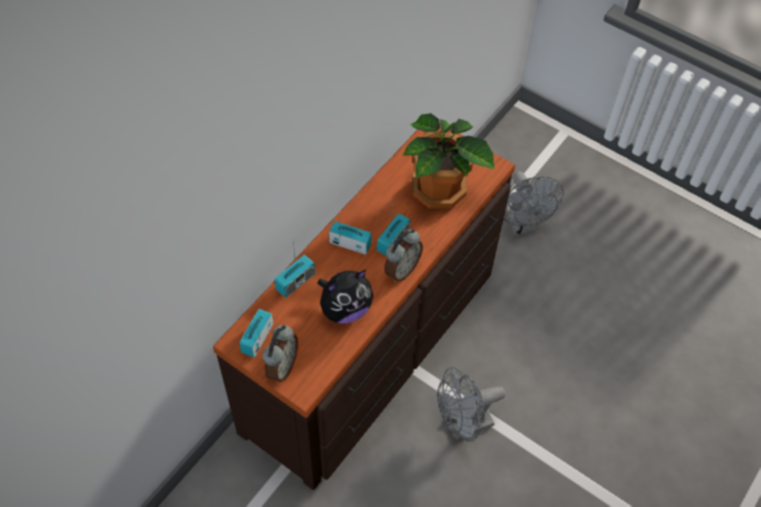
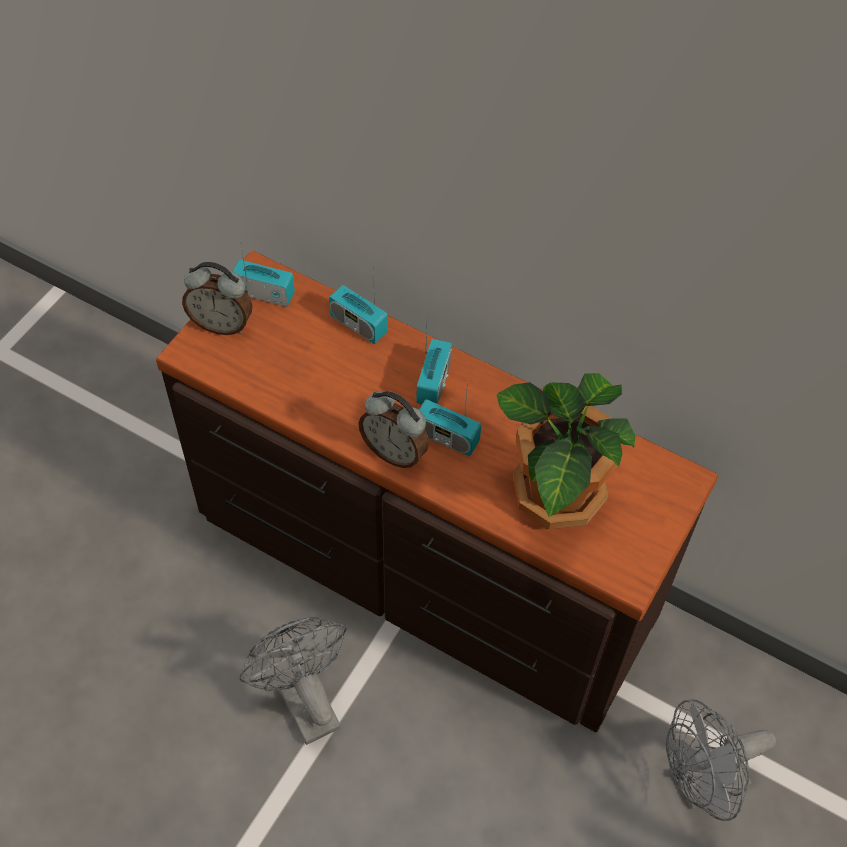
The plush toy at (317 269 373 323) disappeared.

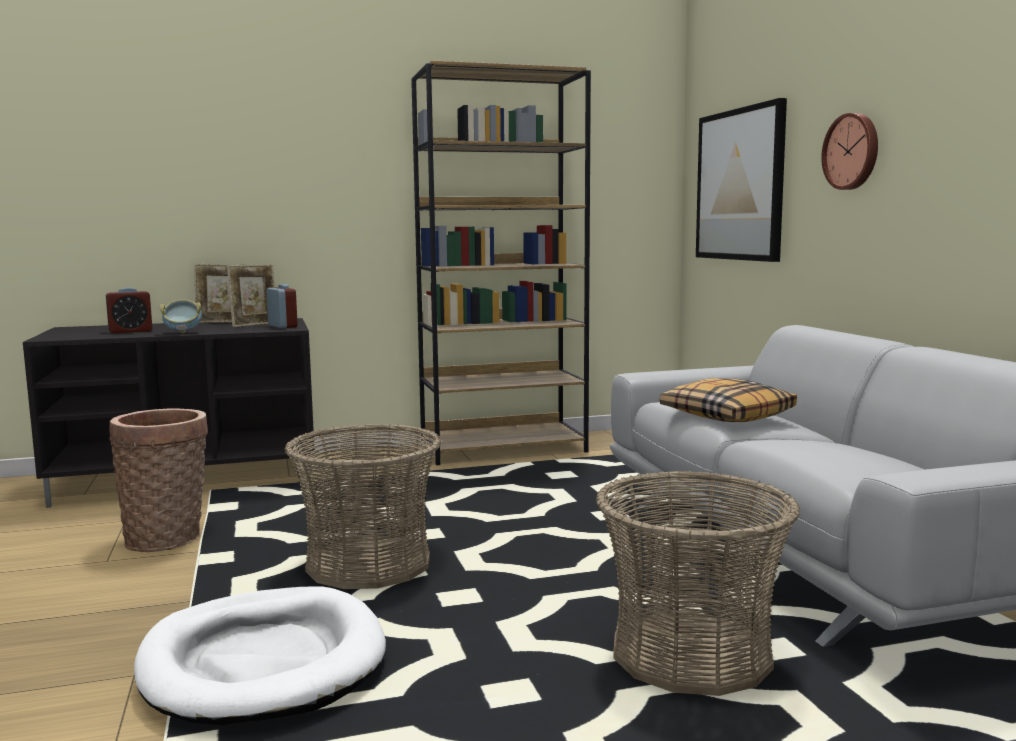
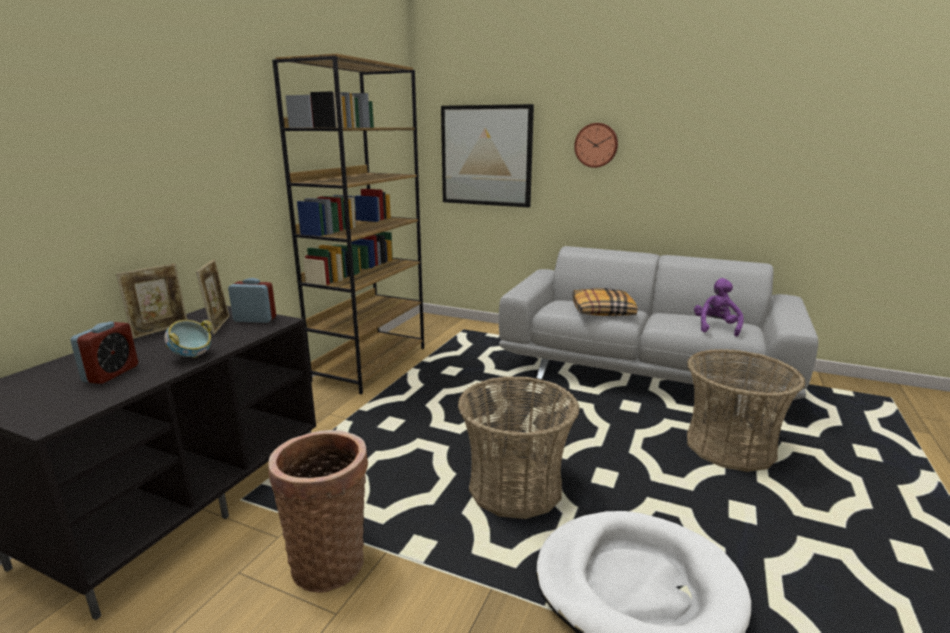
The plush toy/purple at (694 278 744 337) appeared.

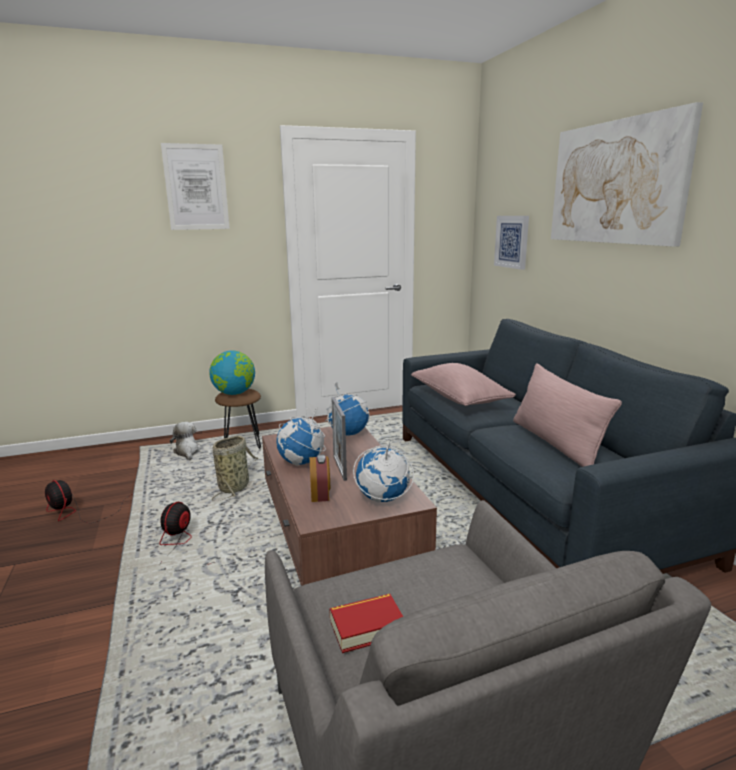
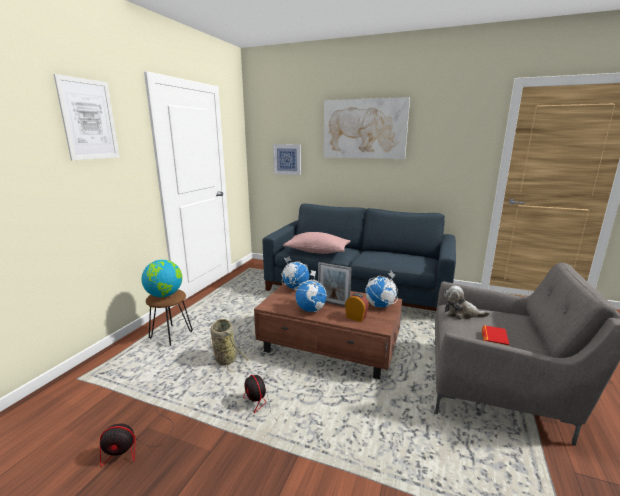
The plush toy moved from (170 422 202 460) to (444 285 490 319).
The pillow/pink at (513 363 622 467) disappeared.

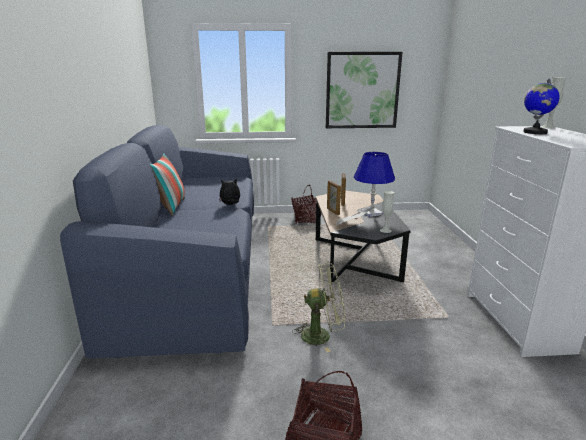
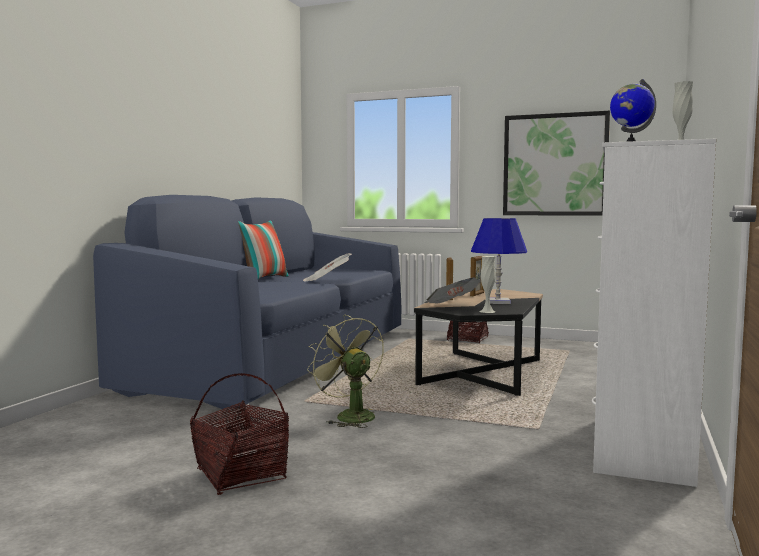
The plush toy at (219 178 240 205) was replaced by the newspaper at (303 253 352 281).
The fan/green at (292 263 345 353) turned 150 degrees counterclockwise.

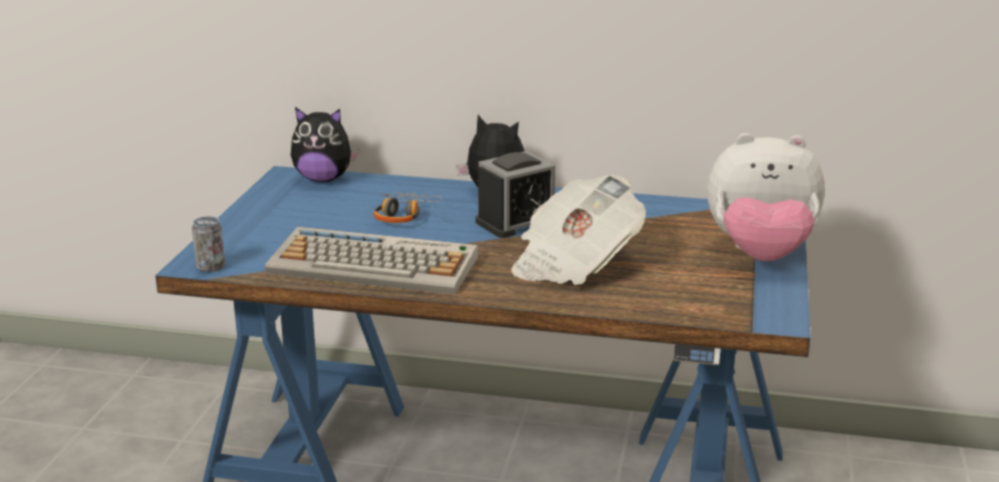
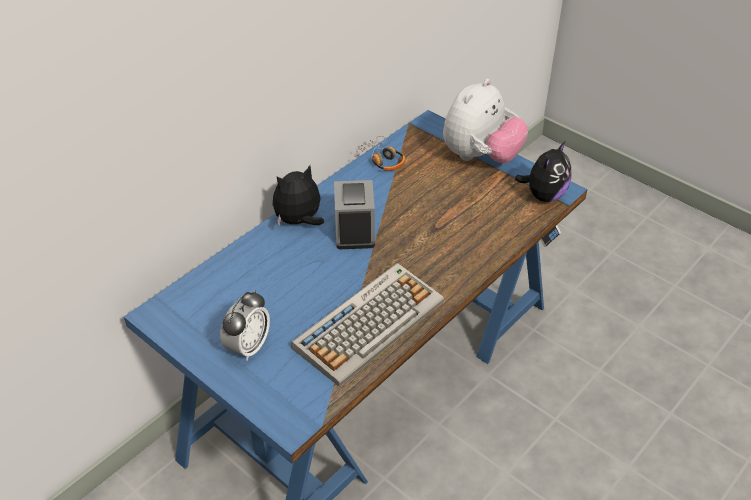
The alarm clock at (220 291 270 361) appeared.
The headphones moved from (373 192 442 223) to (355 136 405 171).
The plush toy moved from (291 107 360 182) to (515 141 571 202).
The can at (192 216 225 272) disappeared.
The newspaper at (511 175 646 285) disappeared.

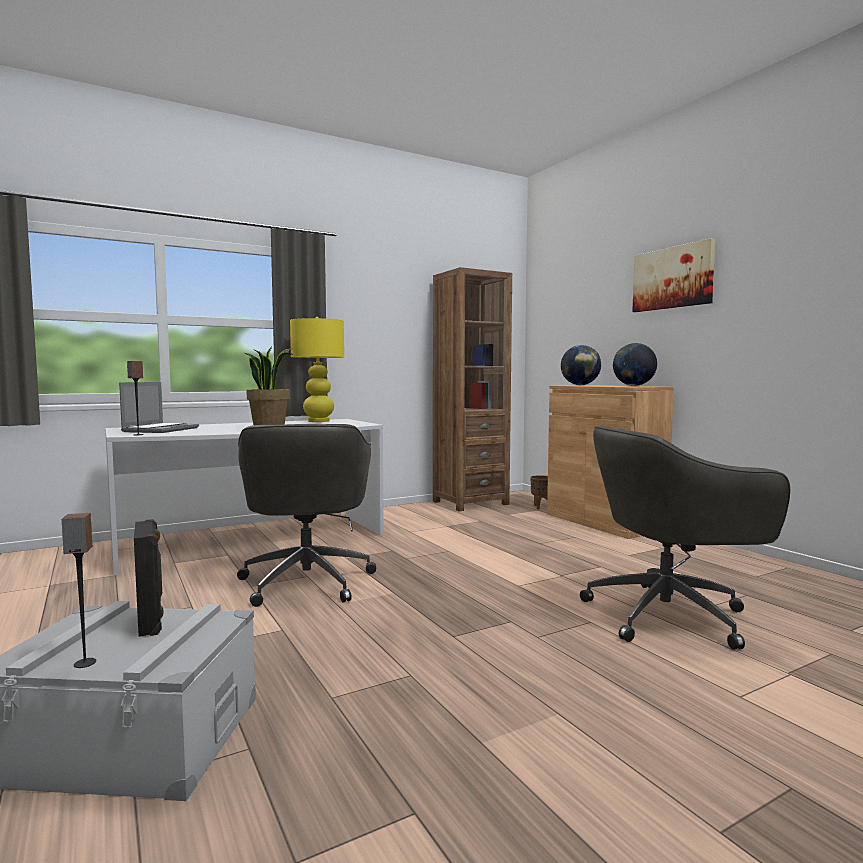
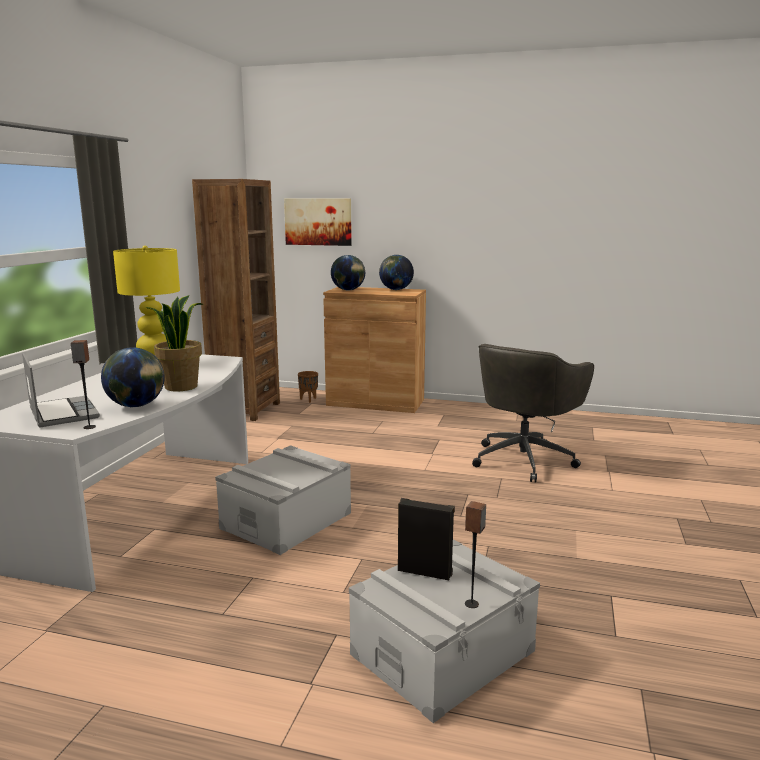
The globe at (101 347 165 407) appeared.
The office chair/grey at (237 424 376 607) was replaced by the storage box/grey at (215 445 351 555).
The picture moved from (632 238 715 312) to (284 198 352 246).

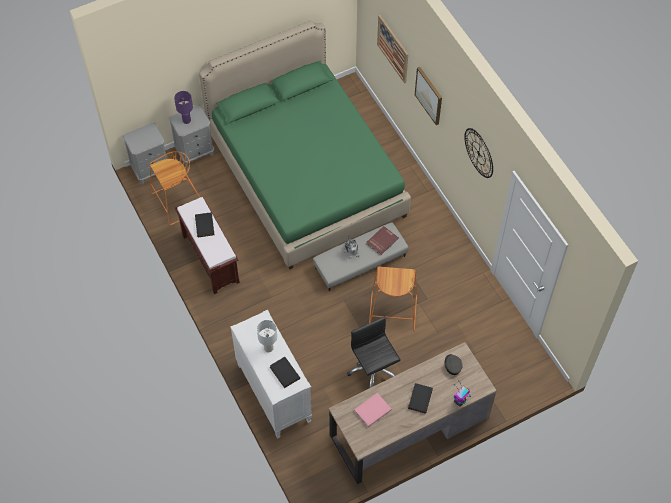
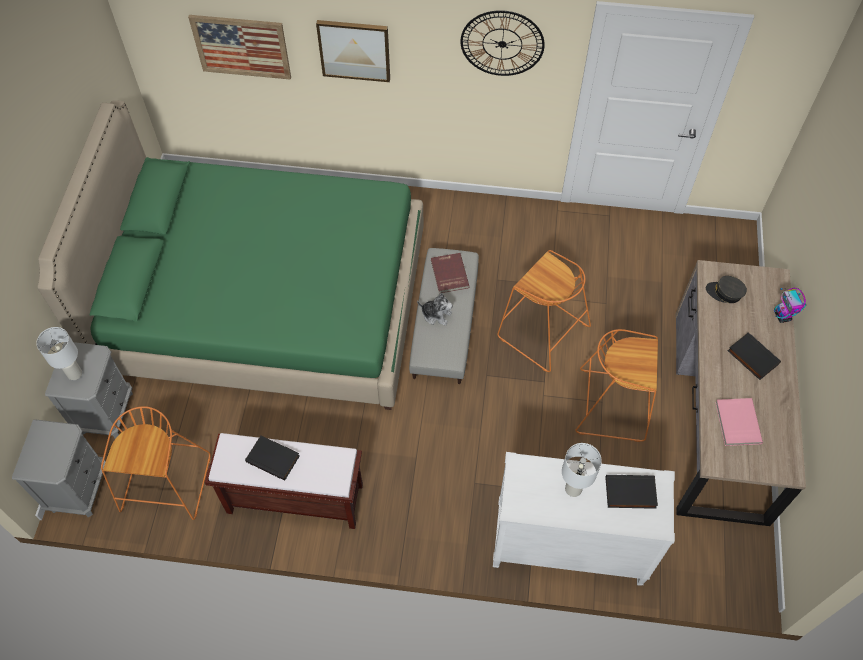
The table lamp/purple at (174 91 193 124) became the table lamp/white at (36 327 82 380).
The office chair/black at (347 317 401 388) was replaced by the stool/orange at (575 329 658 442).

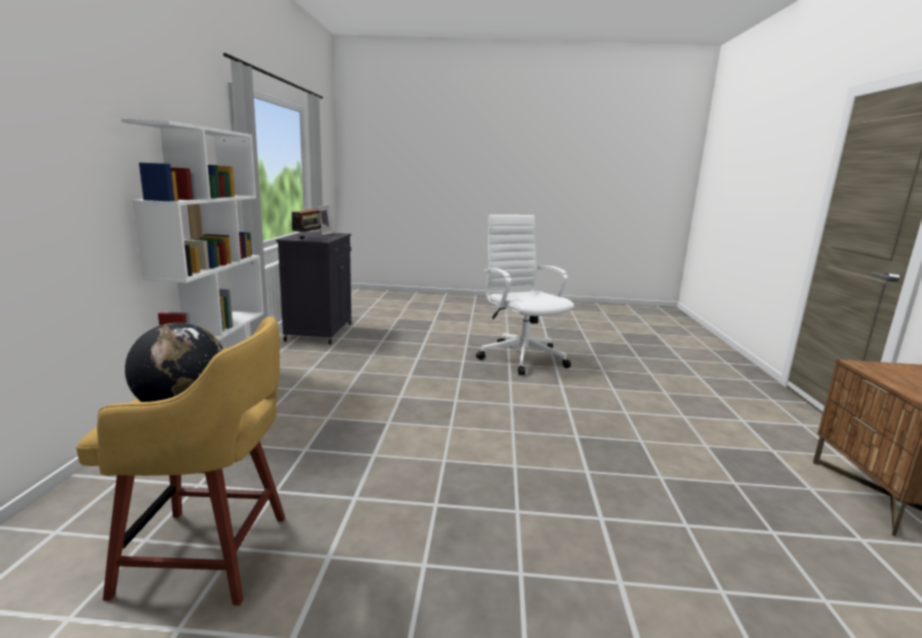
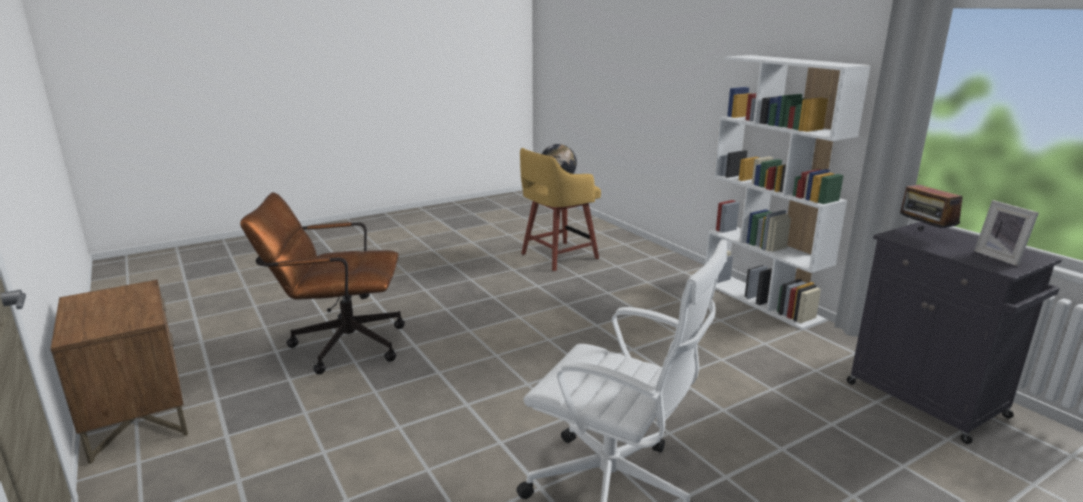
The office chair/brown at (240 192 405 375) appeared.

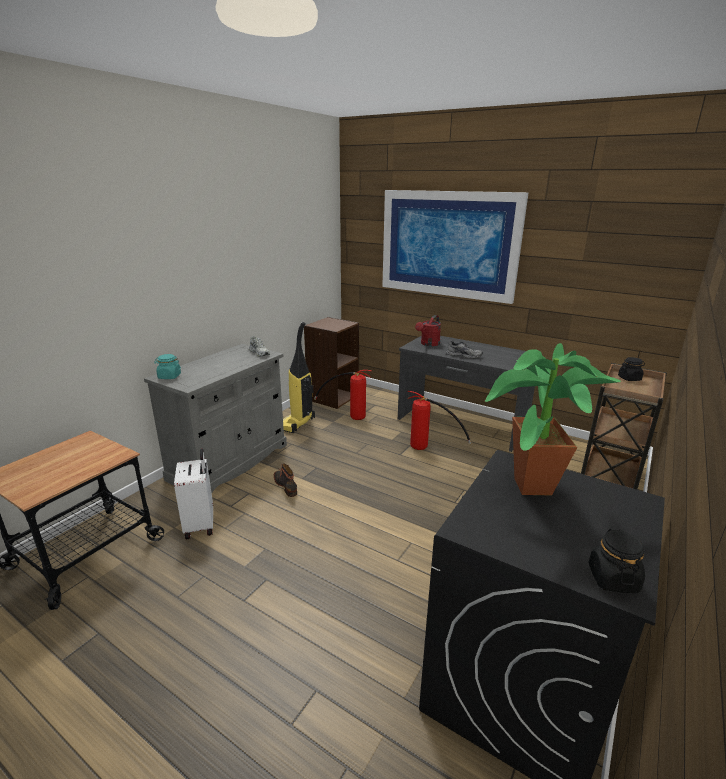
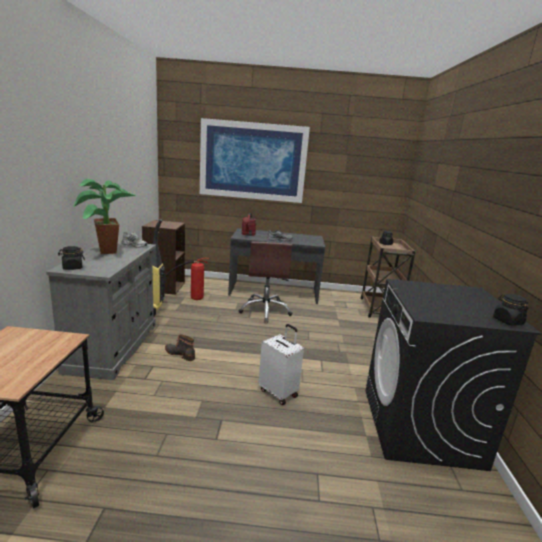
The jar/turquoise at (154 354 181 379) became the jar/black at (58 246 85 270).
The potted plant moved from (485 343 621 496) to (73 179 137 254).
The fire extinguisher at (408 391 471 450) was replaced by the office chair/brown at (239 241 293 323).
The suitcase/white moved from (174 448 213 539) to (259 324 304 405).

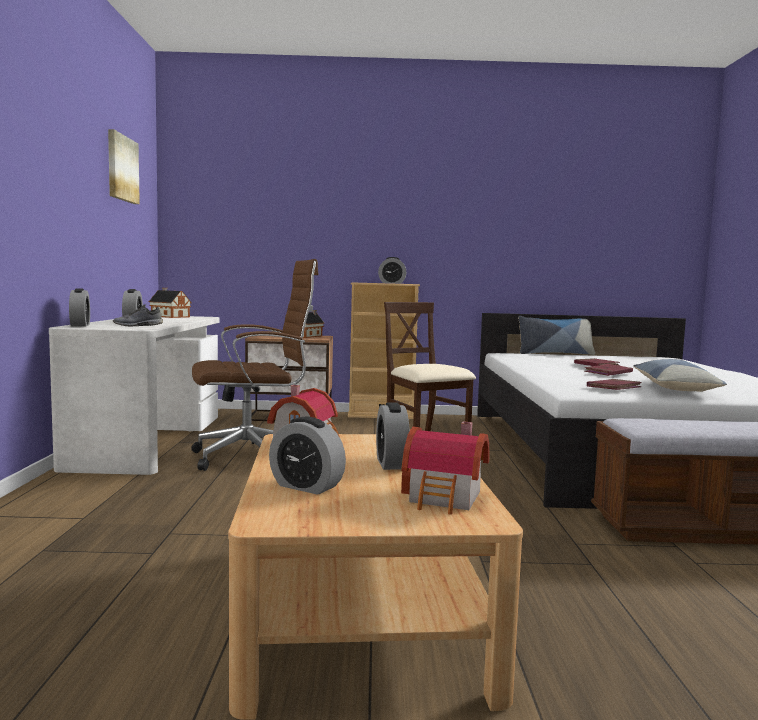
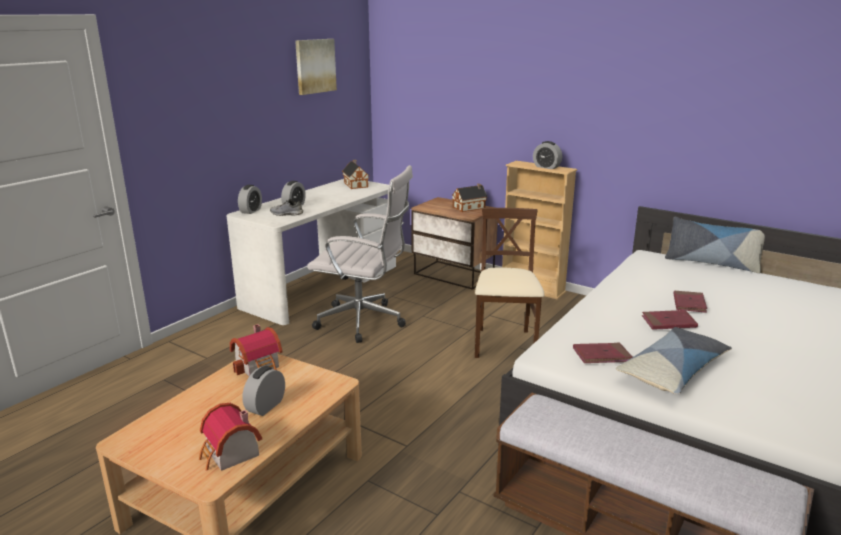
The office chair/brown at (191 259 319 471) became the office chair/white at (307 165 413 343).
The alarm clock at (269 417 346 495) disappeared.

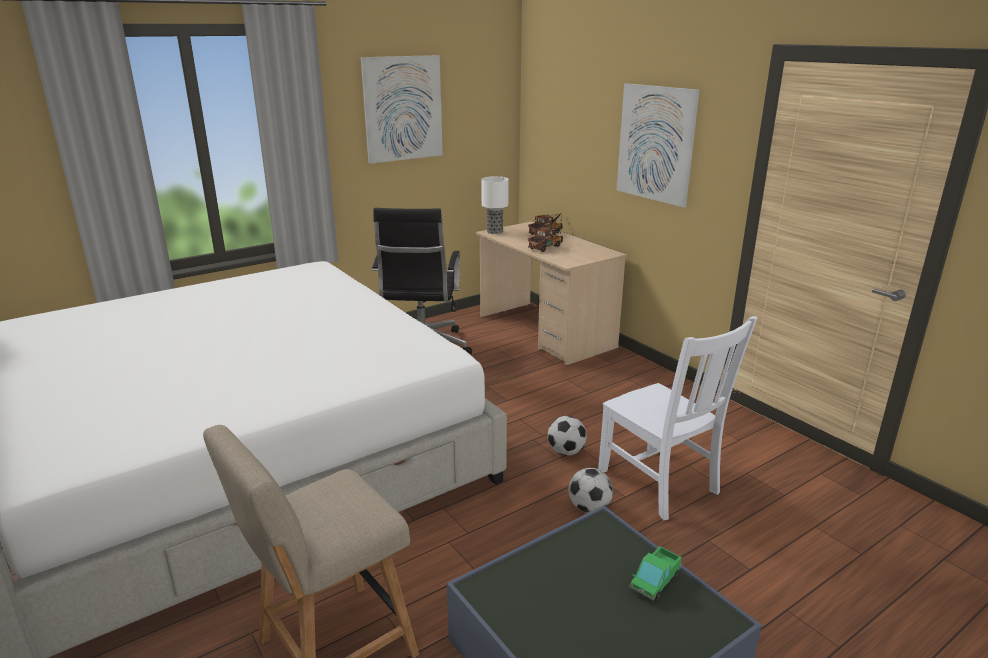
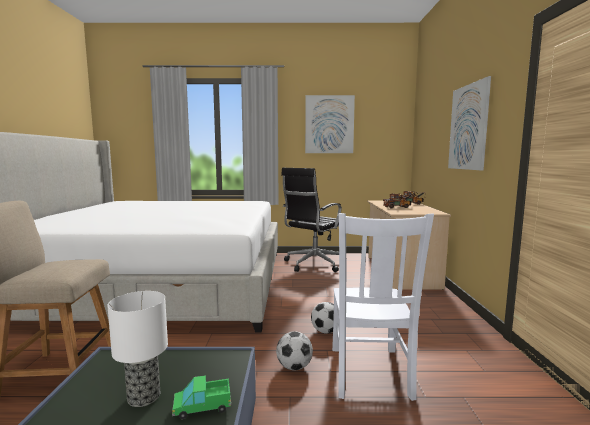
The table lamp moved from (481 176 509 234) to (107 291 168 407).

